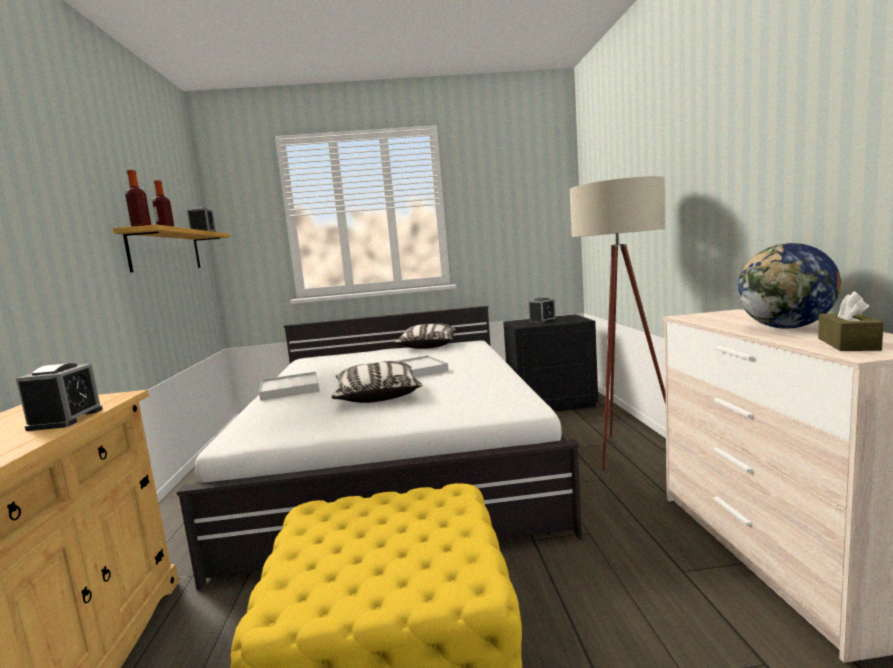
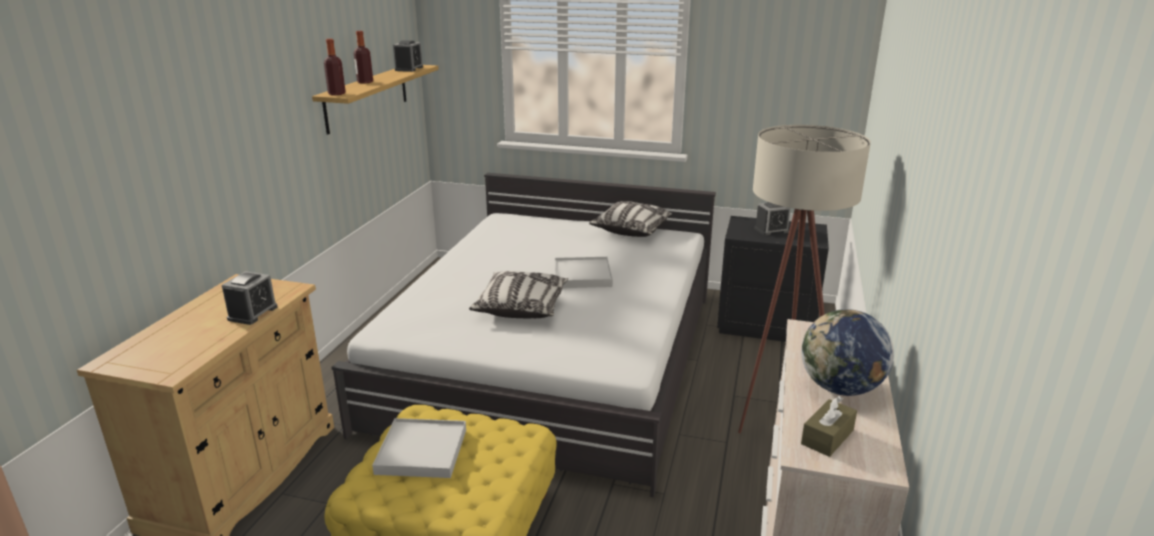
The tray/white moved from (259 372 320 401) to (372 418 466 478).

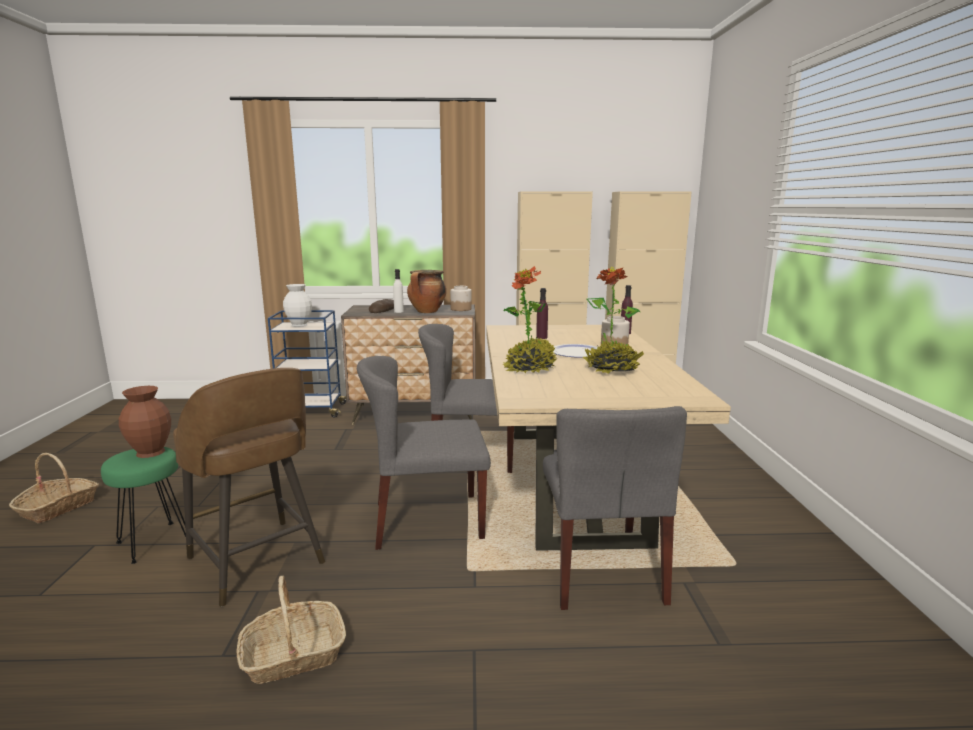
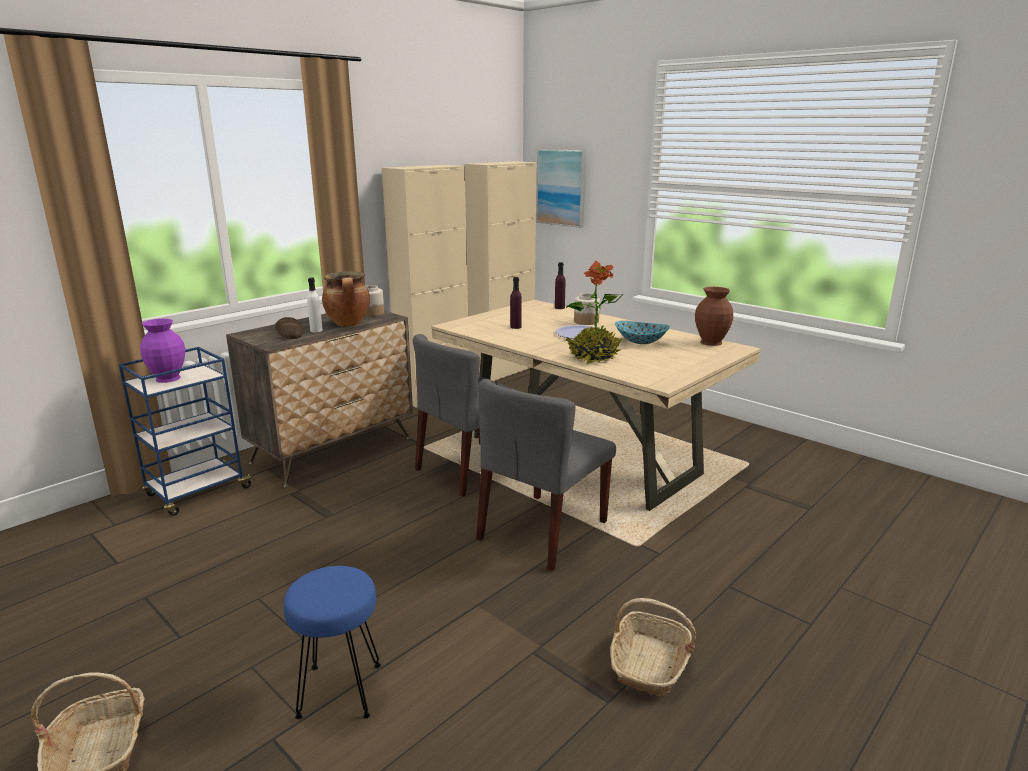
The vase/white at (283 284 312 327) became the vase/purple at (140 319 185 383).
The stool/green at (101 447 186 564) became the stool/blue at (283 566 381 719).
The picture at (536 149 586 228) appeared.
The potted plant at (583 267 644 374) was replaced by the bowl at (615 321 670 344).
The vase/brown moved from (119 386 171 458) to (695 287 733 346).
The stool/brown at (173 368 325 607) disappeared.
The chair/grey at (543 406 687 610) disappeared.

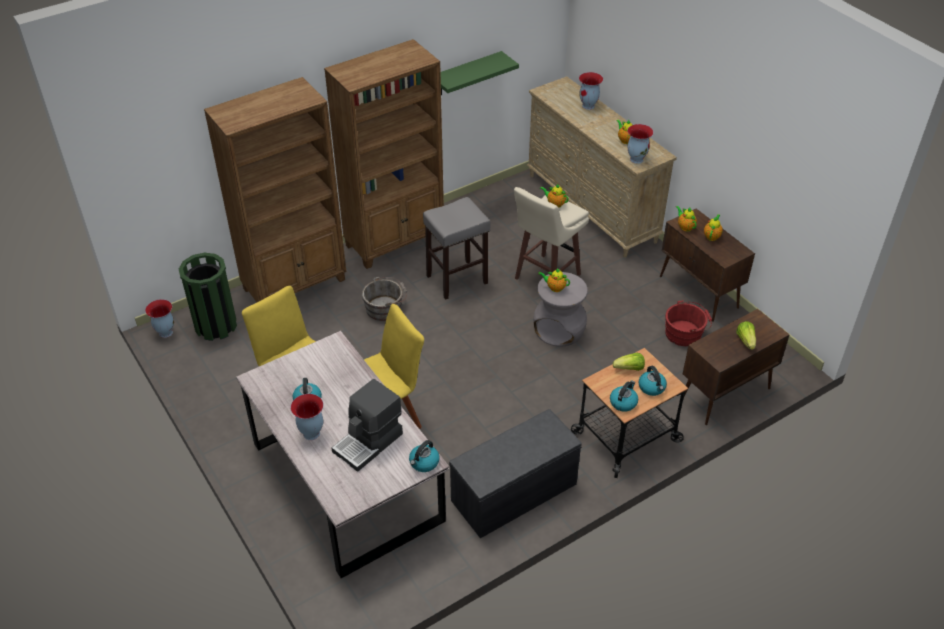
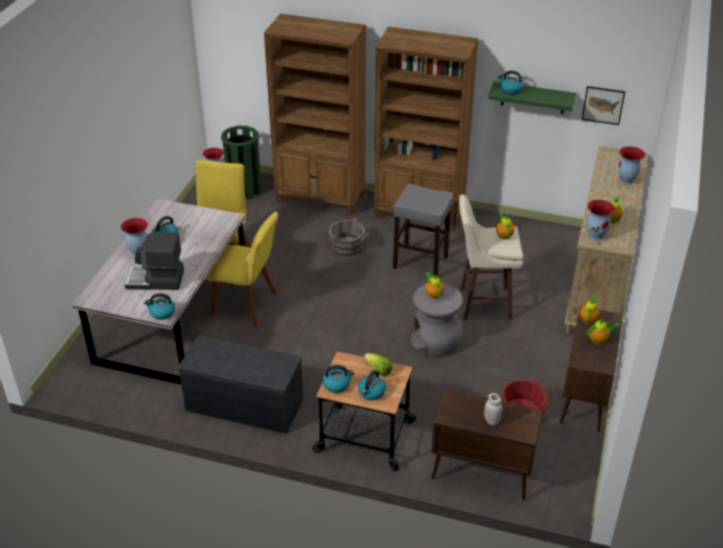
The lettuce at (736 321 756 350) was replaced by the jar/white at (484 393 502 426).
The kettle at (498 71 523 95) appeared.
The picture at (582 86 625 125) appeared.

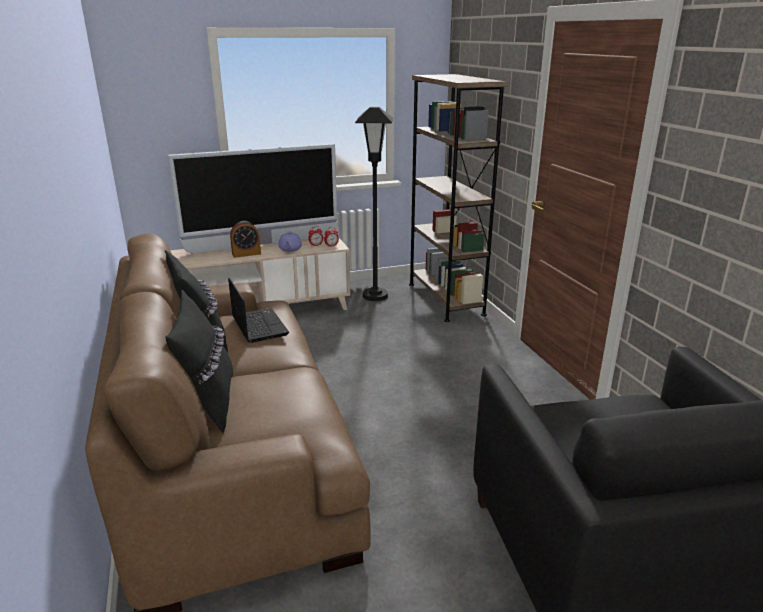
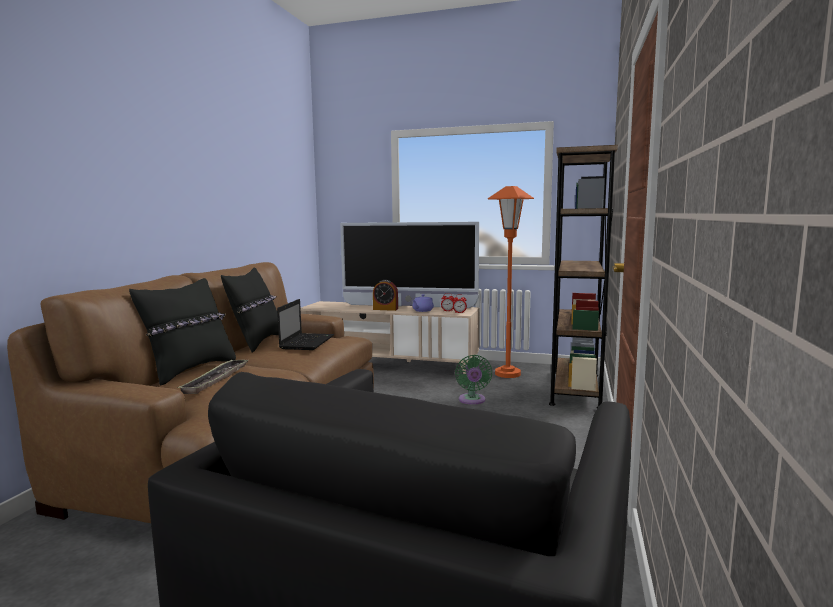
The tray at (177 359 248 394) appeared.
The fan/green at (455 355 492 405) appeared.
The floor lamp/black at (355 106 393 301) became the floor lamp/orange at (488 186 534 378).

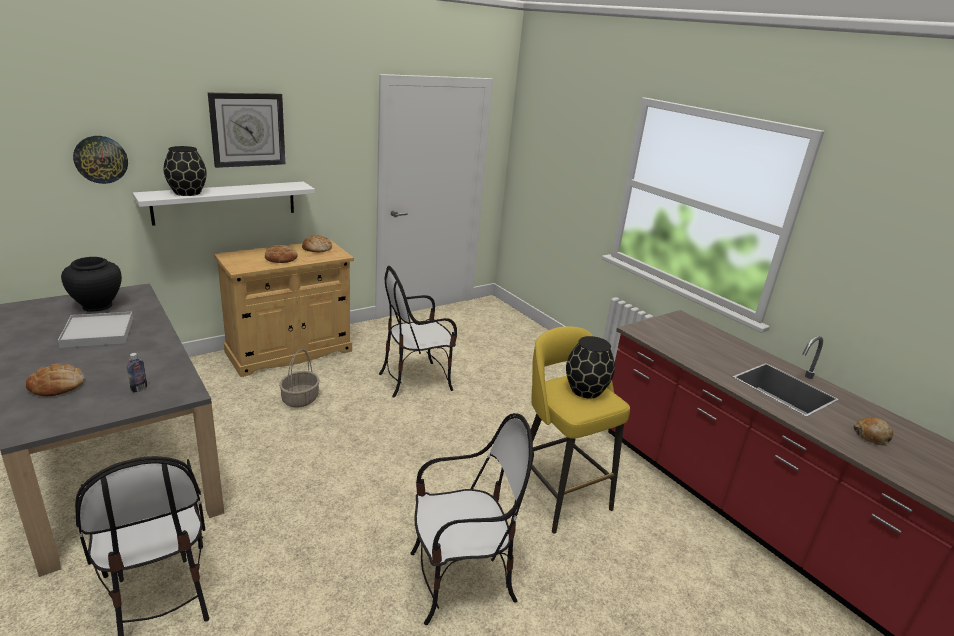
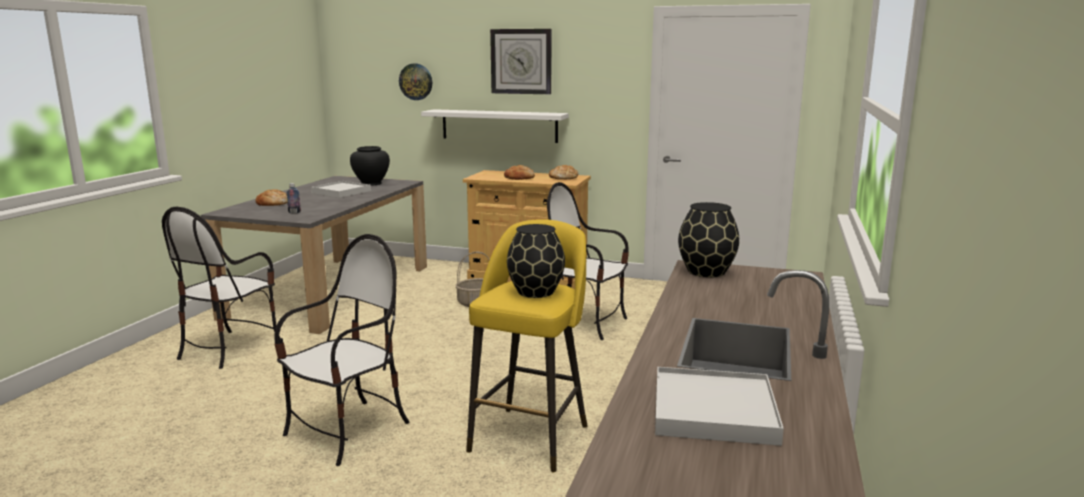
The chair at (411 413 534 625) turned 90 degrees counterclockwise.
The bread at (853 417 893 446) was replaced by the tray/white at (655 367 784 446).
The vase/black moved from (164 146 207 196) to (678 202 739 277).

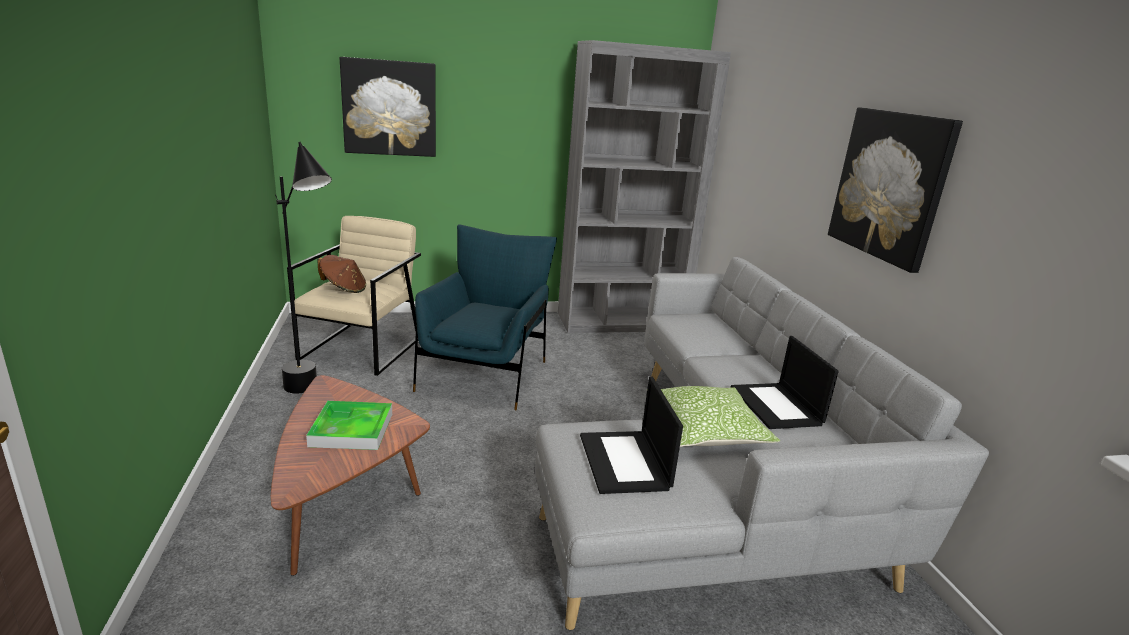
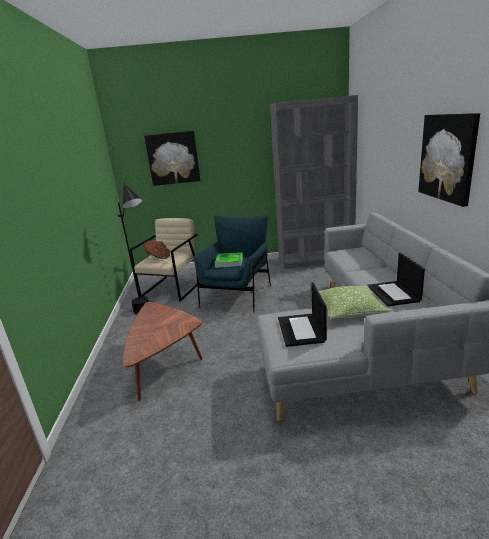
The tray moved from (306 401 392 450) to (215 252 243 268).

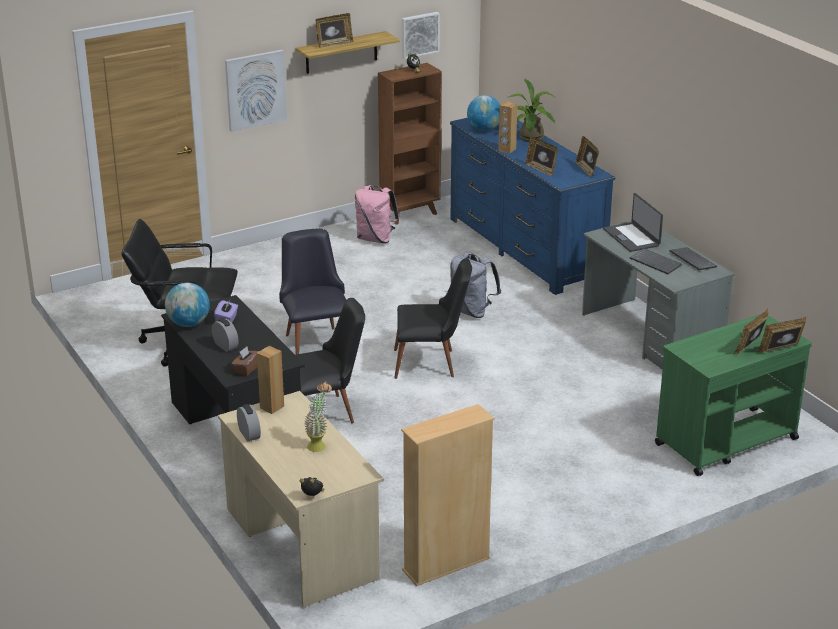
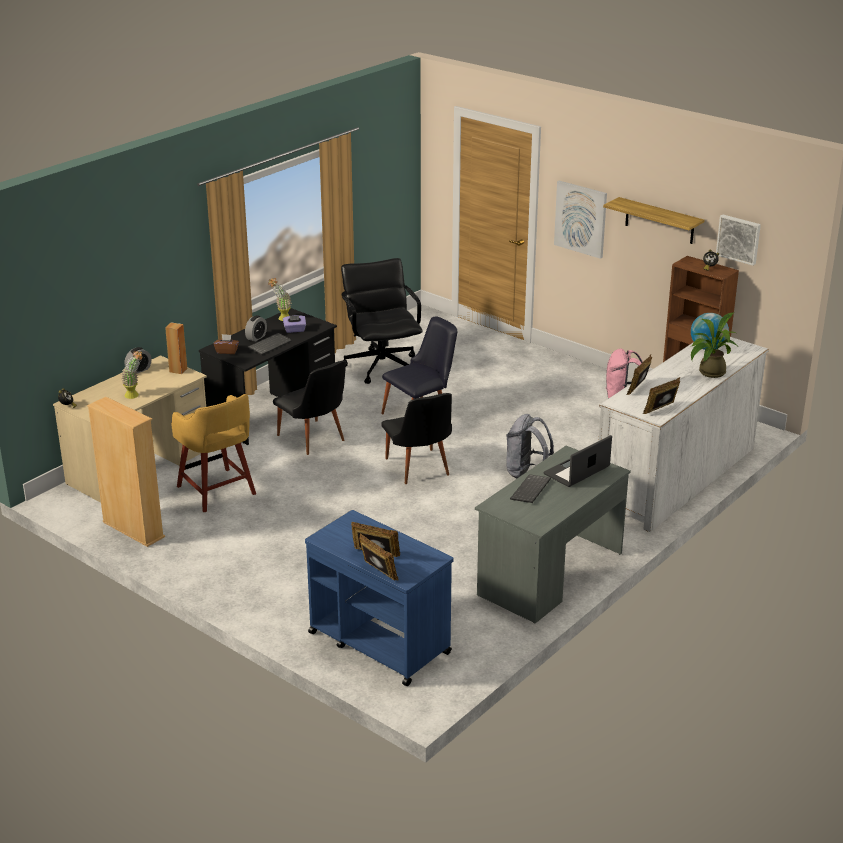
The stool/yellow at (171 394 256 512) appeared.
The keyboard moved from (669 247 717 270) to (248 333 292 355).
The globe at (165 283 210 327) was replaced by the potted plant at (268 278 292 321).
The cart/green at (655 314 812 476) became the cart/blue at (305 510 453 686).
The dresser/blue at (450 118 615 295) became the dresser/white at (599 337 769 532).
The picture frame at (316 13 354 48) disappeared.
The speaker/brown at (498 101 517 153) disappeared.

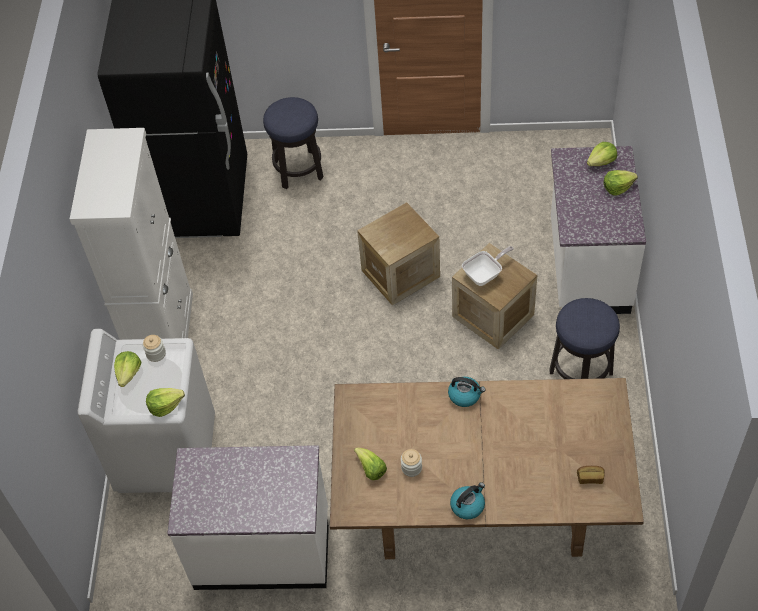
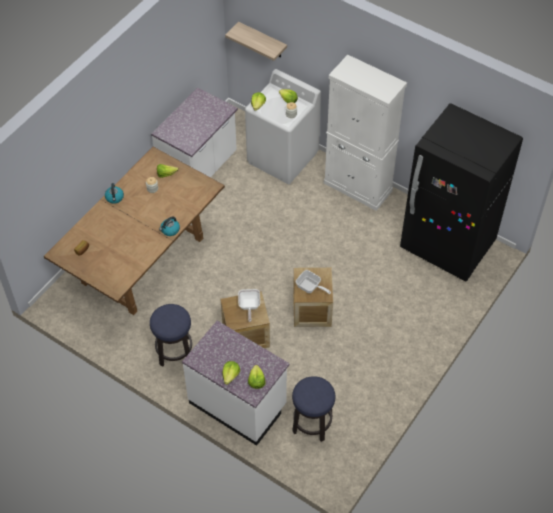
The shelf at (225 22 287 61) appeared.
The stool moved from (263 97 324 189) to (292 376 335 442).
The frying pan at (296 270 331 294) appeared.

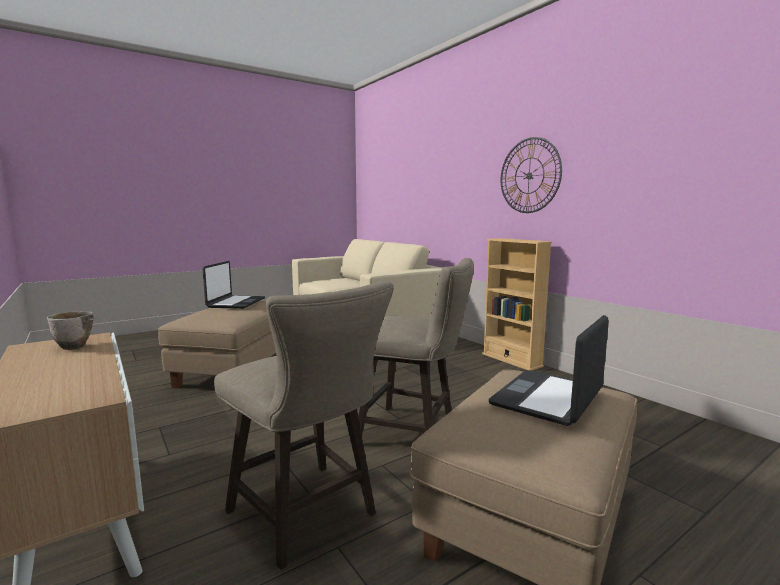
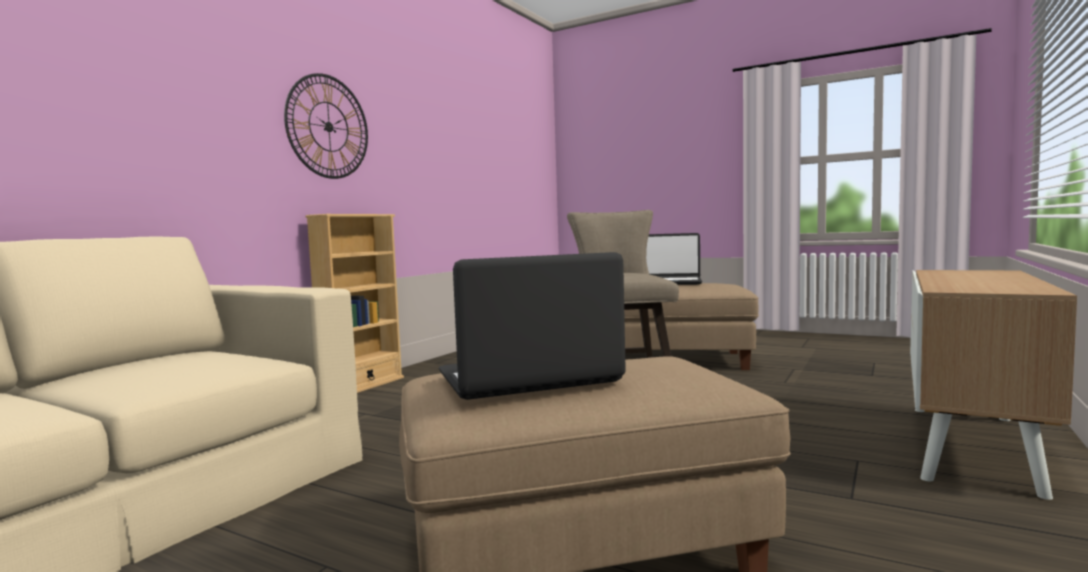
The bowl at (46 311 94 350) disappeared.
The stool/beige at (214 281 394 570) disappeared.

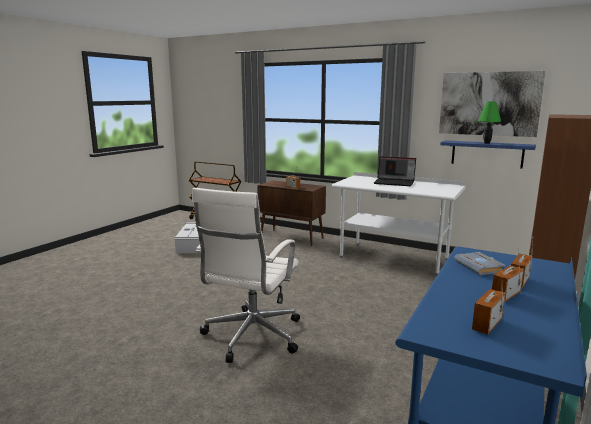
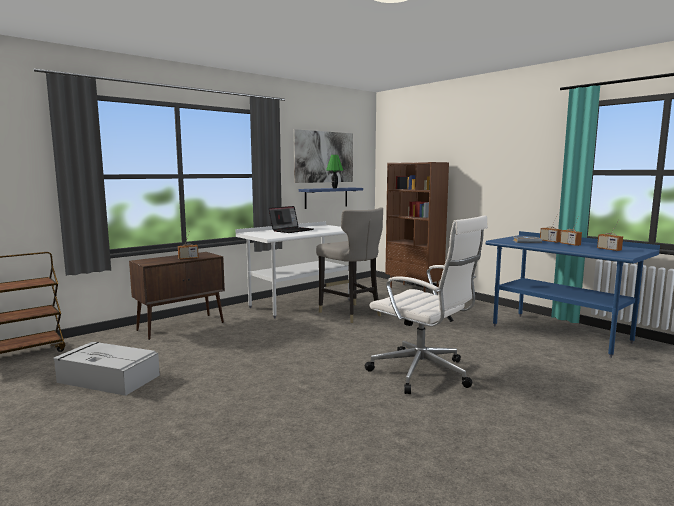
The stool/grey at (316 208 383 323) appeared.

